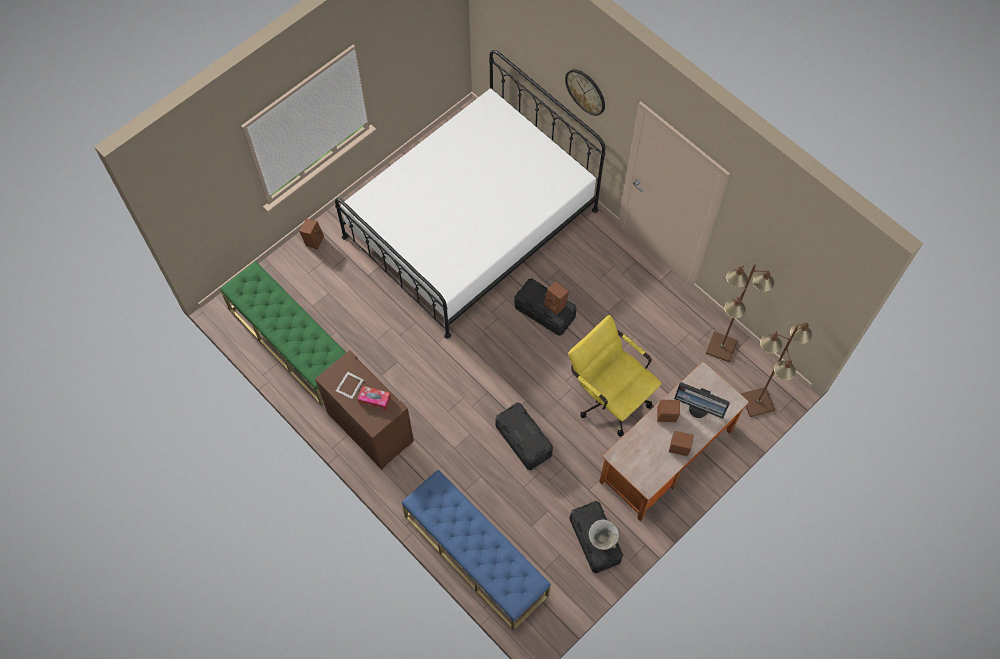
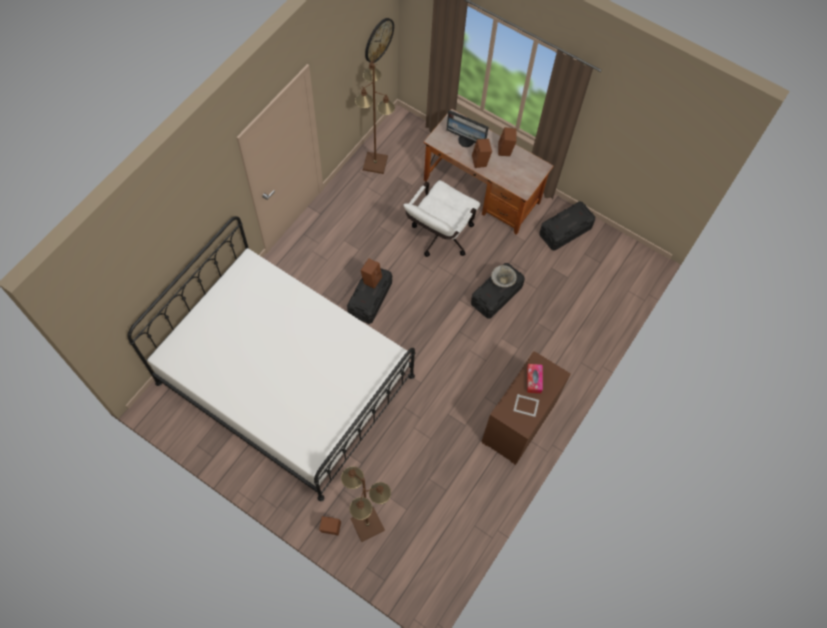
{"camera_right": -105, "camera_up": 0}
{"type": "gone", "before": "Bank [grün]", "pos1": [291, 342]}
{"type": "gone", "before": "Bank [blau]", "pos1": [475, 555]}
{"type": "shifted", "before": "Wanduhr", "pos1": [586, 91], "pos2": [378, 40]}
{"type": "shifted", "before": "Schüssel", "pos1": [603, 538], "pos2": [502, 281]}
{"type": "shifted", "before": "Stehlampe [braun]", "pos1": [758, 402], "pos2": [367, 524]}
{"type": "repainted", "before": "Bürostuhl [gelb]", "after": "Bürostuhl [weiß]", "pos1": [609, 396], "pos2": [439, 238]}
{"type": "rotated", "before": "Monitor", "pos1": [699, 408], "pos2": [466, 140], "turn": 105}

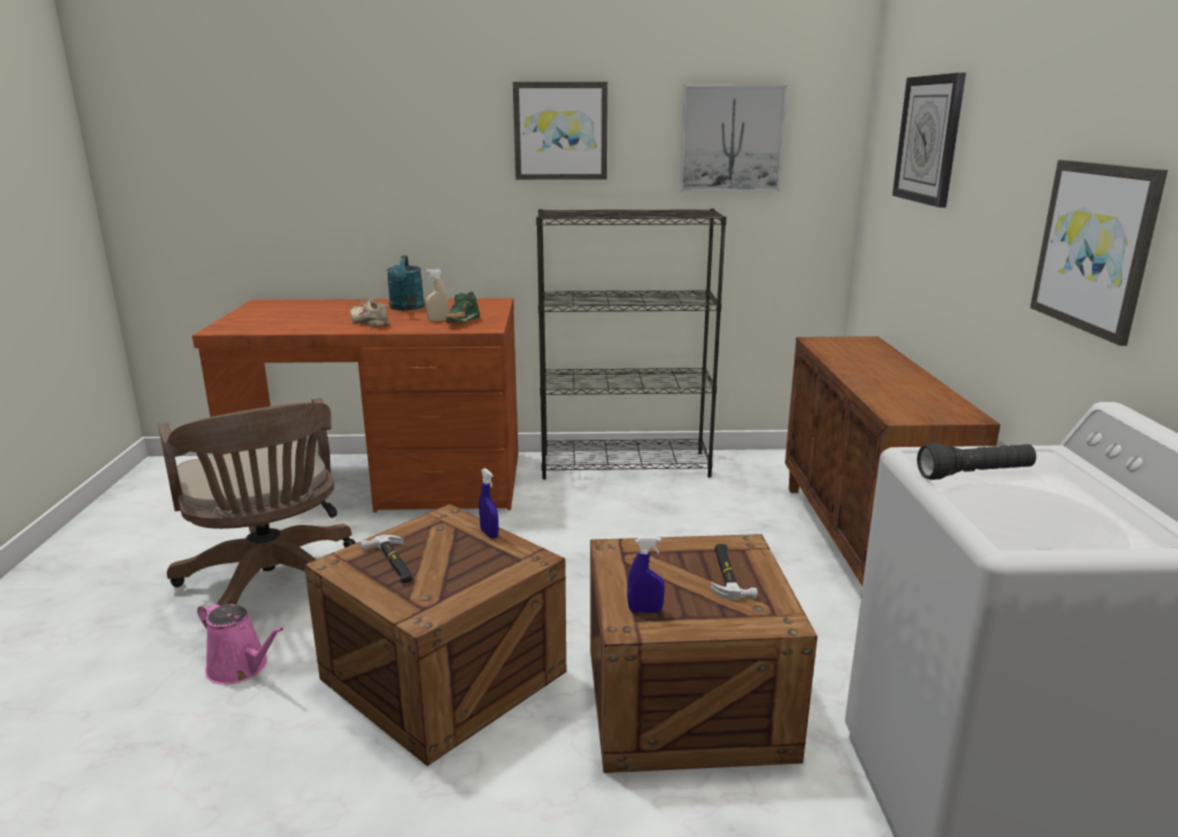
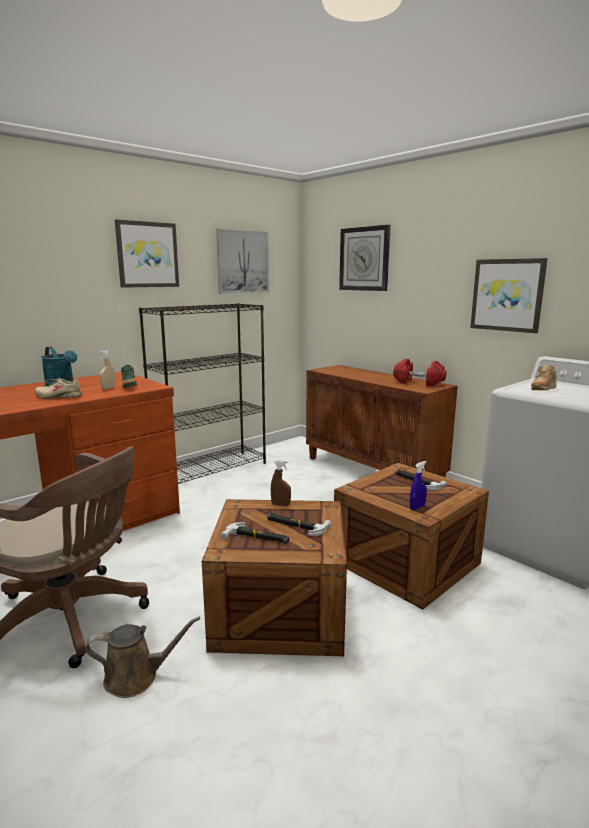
{"camera_right": -40, "camera_up": -5}
{"type": "new", "after": "Hammer", "pos2": [296, 525]}
{"type": "new", "after": "Hantel [rot]", "pos2": [418, 383]}
{"type": "swapped", "before": "Taschenlampe [schwarz]", "after": "Schuh [beige]", "pos1": [975, 475], "pos2": [542, 390]}
{"type": "repainted", "before": "Gießkanne [rosa]", "after": "Gießkanne [braun]", "pos1": [241, 668], "pos2": [136, 677]}
{"type": "repainted", "before": "Sprühflasche [blau]", "after": "Sprühflasche [braun]", "pos1": [489, 534], "pos2": [280, 504]}

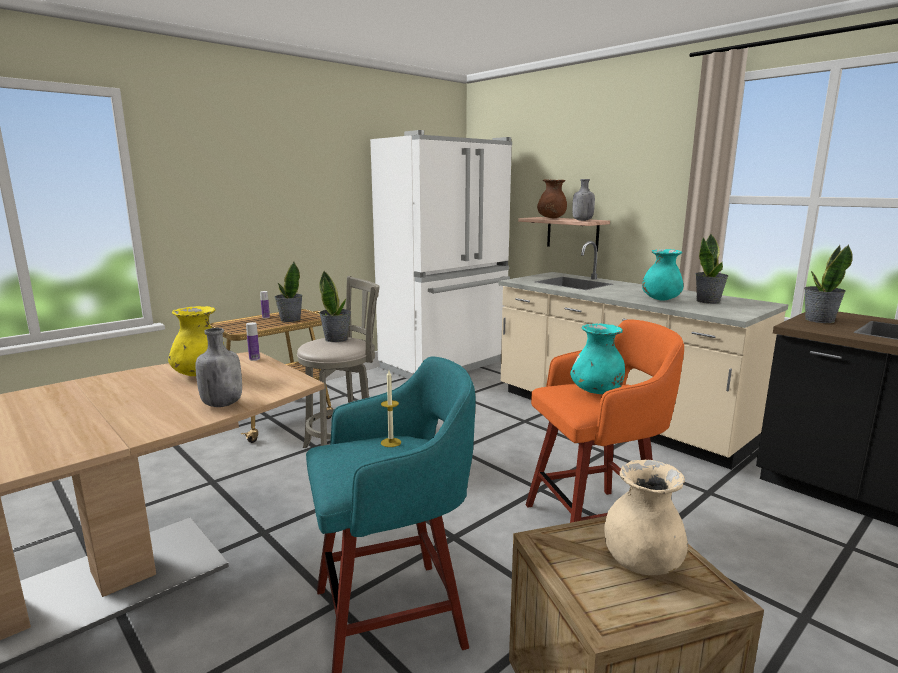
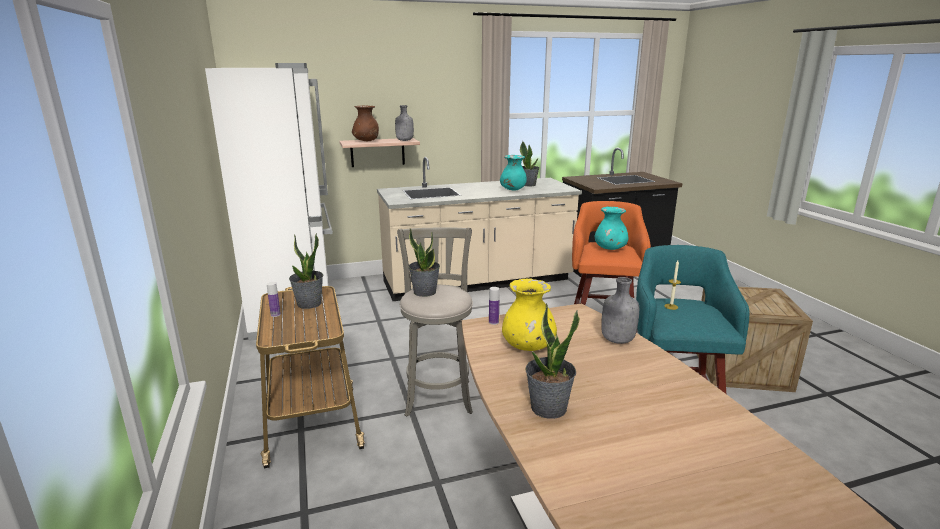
{"camera_right": -65, "camera_up": 5}
{"type": "gone", "before": "Vase [beige]", "pos1": [642, 563]}
{"type": "shifted", "before": "Topfpflanze", "pos1": [819, 320], "pos2": [548, 408]}

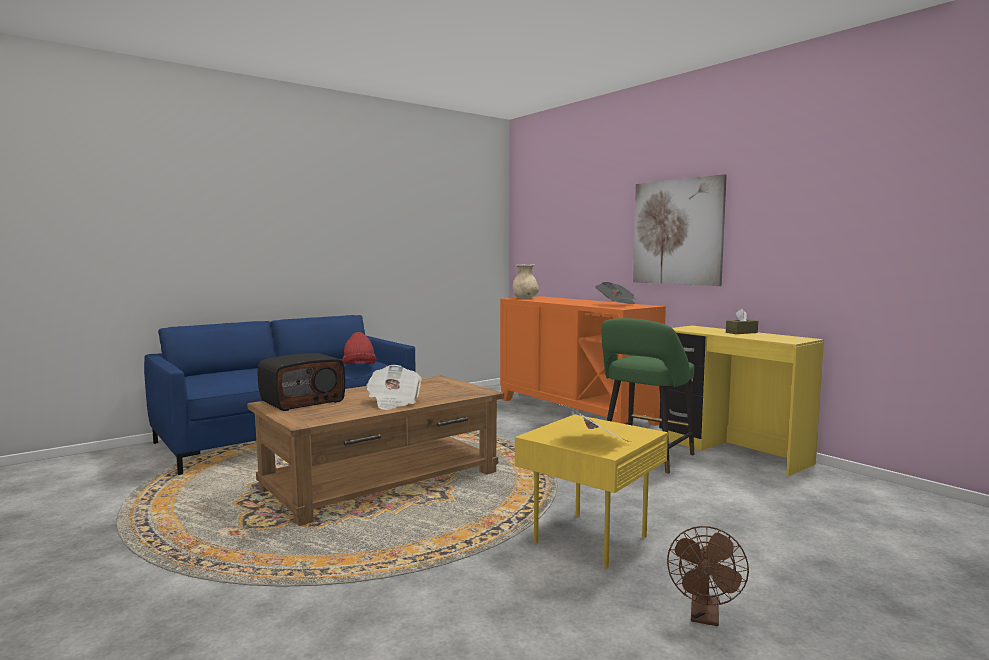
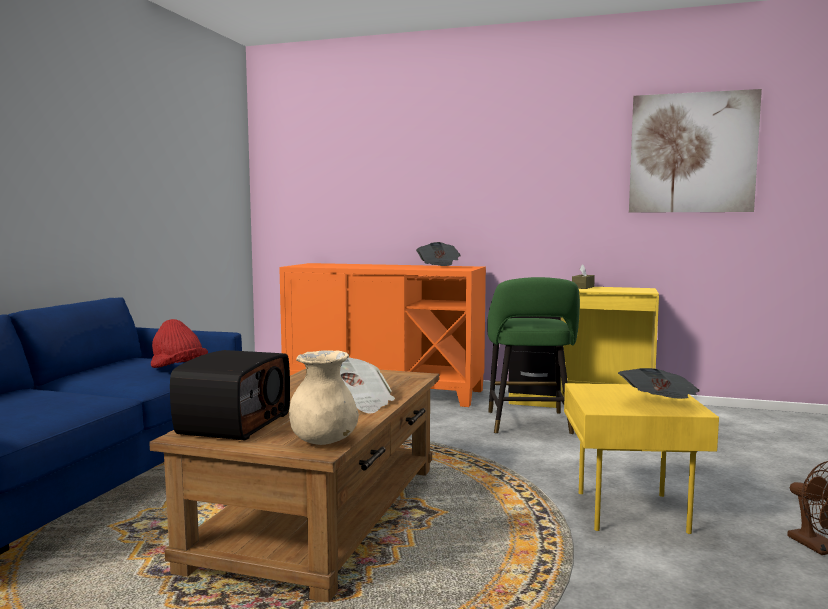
{"camera_right": -35, "camera_up": 0}
{"type": "shifted", "before": "Vase [beige]", "pos1": [525, 298], "pos2": [324, 441]}
{"type": "shifted", "before": "Bild", "pos1": [677, 232], "pos2": [692, 153]}

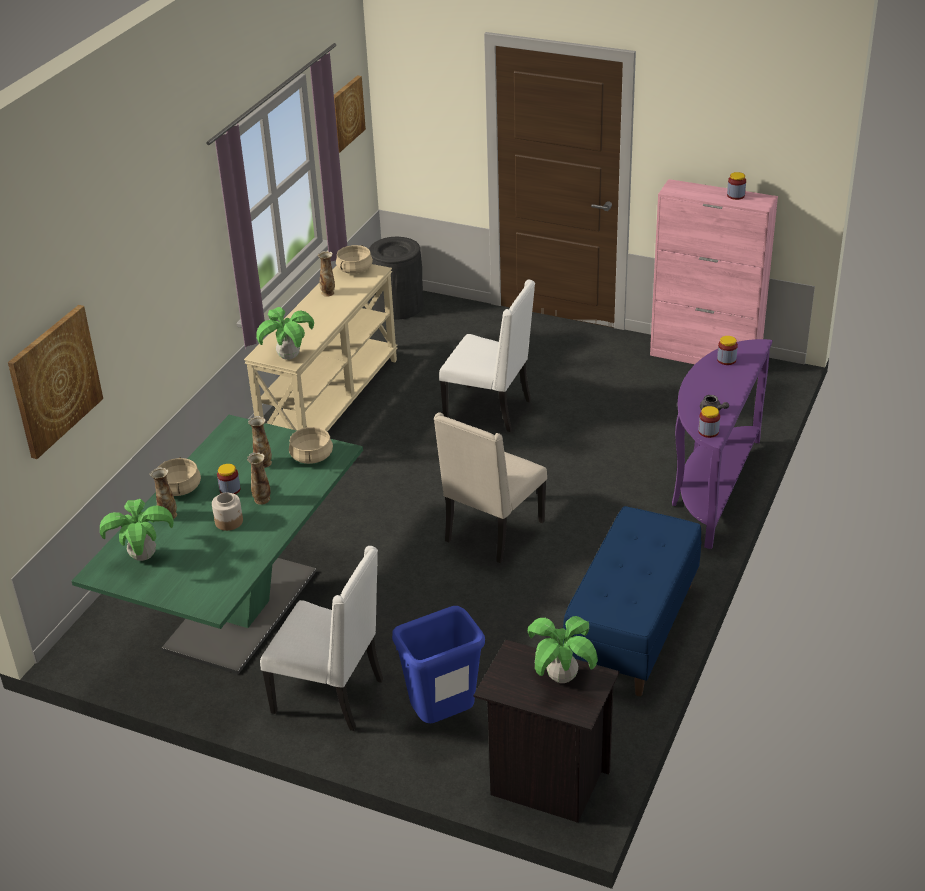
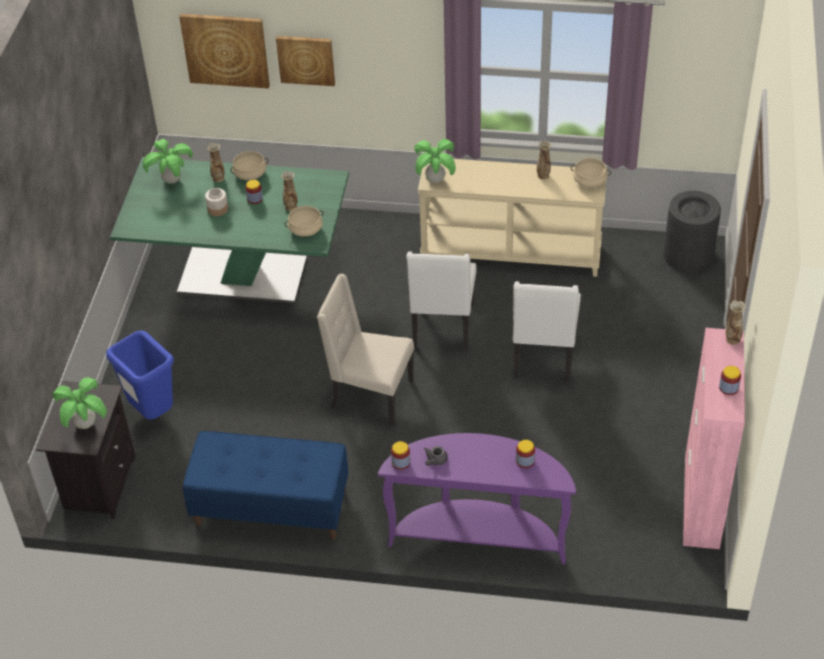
{"camera_right": 75, "camera_up": 10}
{"type": "shifted", "before": "Vase", "pos1": [262, 500], "pos2": [732, 339]}
{"type": "shifted", "before": "Stuhl [weiß]", "pos1": [331, 695], "pos2": [442, 326]}
{"type": "shifted", "before": "Bild", "pos1": [346, 113], "pos2": [306, 59]}

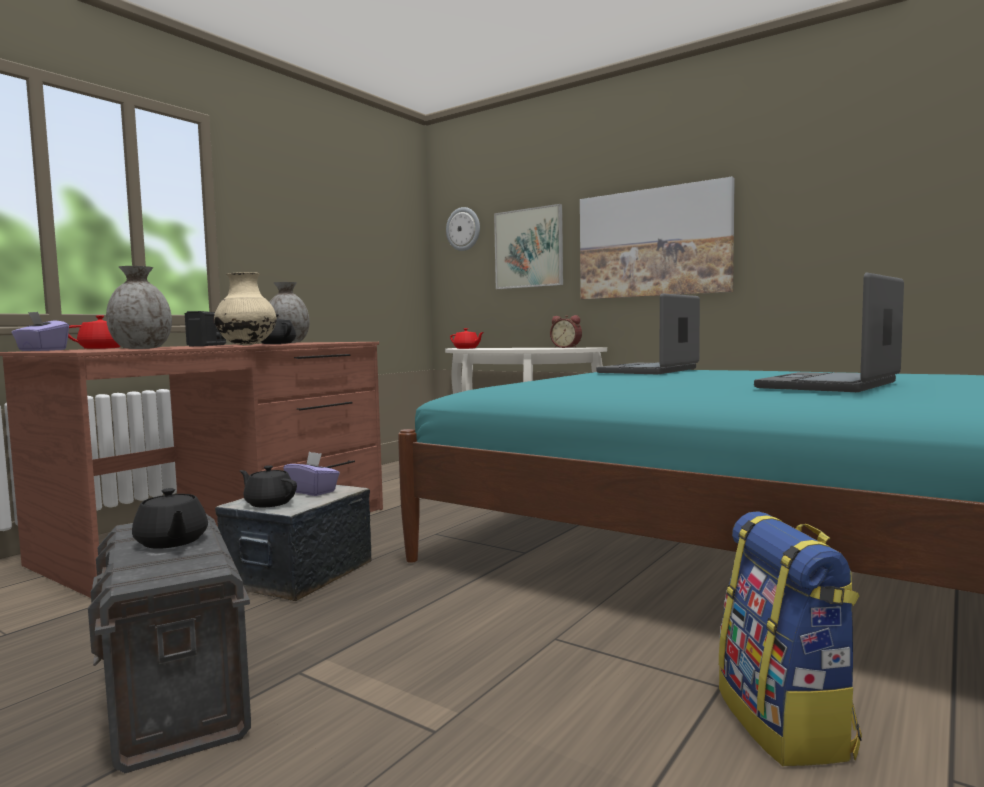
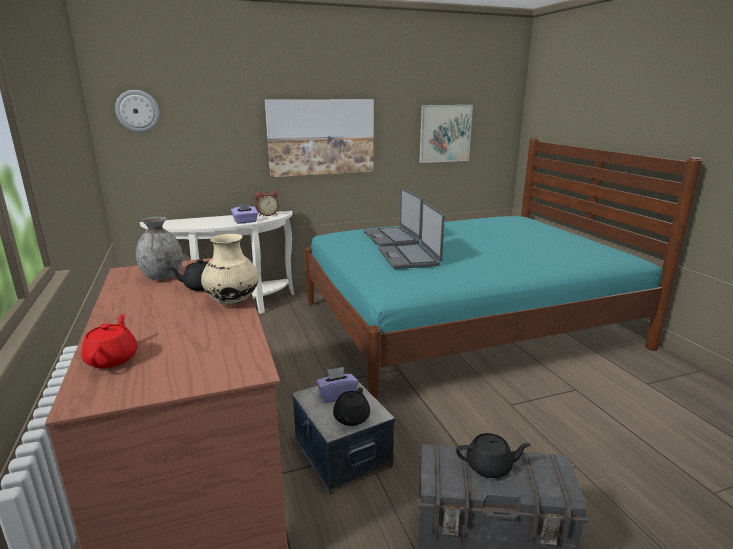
{"camera_right": -55, "camera_up": 15}
{"type": "gone", "before": "Vase [grau]", "pos1": [141, 348]}
{"type": "gone", "before": "Radio", "pos1": [208, 345]}
{"type": "gone", "before": "Teekanne [rot]", "pos1": [466, 348]}
{"type": "gone", "before": "Rucksack", "pos1": [786, 723]}
{"type": "shifted", "before": "Taschentuchbox [lila]", "pos1": [41, 350], "pos2": [245, 221]}
{"type": "shifted", "before": "Bild", "pos1": [528, 248], "pos2": [445, 133]}
{"type": "shifted", "before": "Laptop", "pos1": [830, 385], "pos2": [409, 257]}
{"type": "rotated", "before": "Teekanne [schwarz]", "pos1": [269, 503], "pos2": [351, 418], "turn": -45}

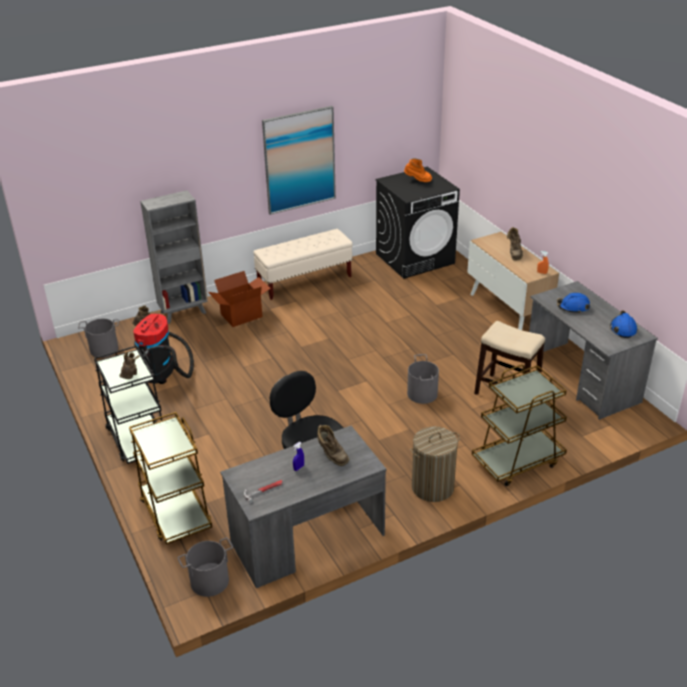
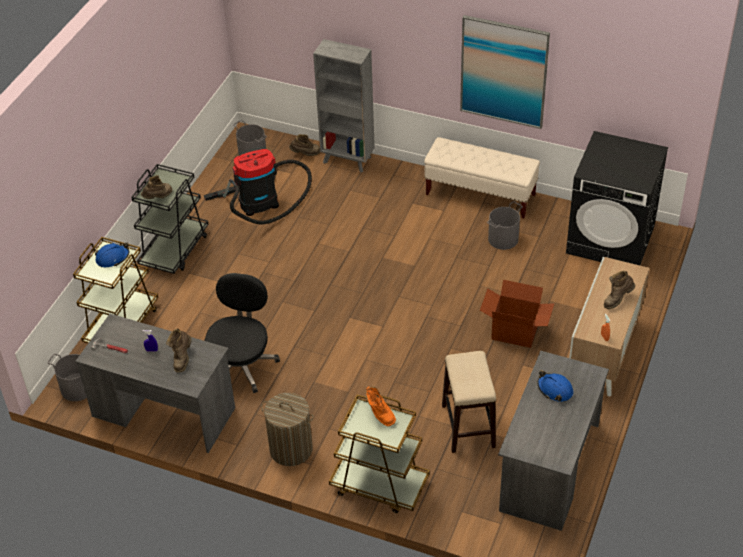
{"camera_right": 50, "camera_up": 10}
{"type": "shifted", "before": "Karton", "pos1": [241, 315], "pos2": [515, 331]}
{"type": "shifted", "before": "Stiefel [orange]", "pos1": [417, 180], "pos2": [379, 413]}
{"type": "shifted", "before": "Eimer [grau]", "pos1": [422, 394], "pos2": [503, 239]}
{"type": "shifted", "before": "Schutzhelm [blau]", "pos1": [623, 329], "pos2": [112, 258]}

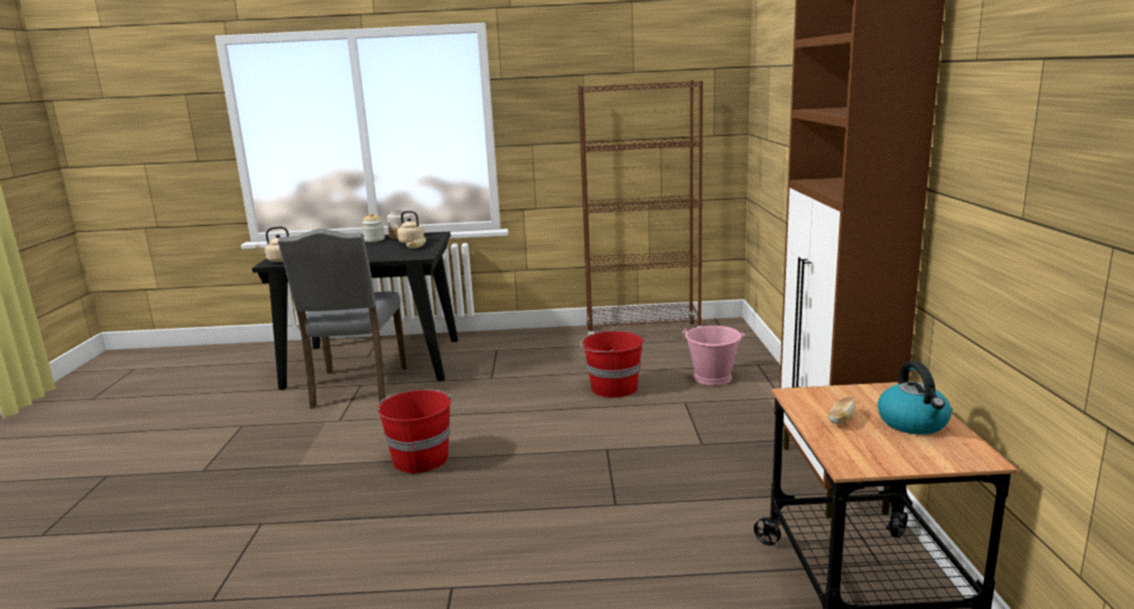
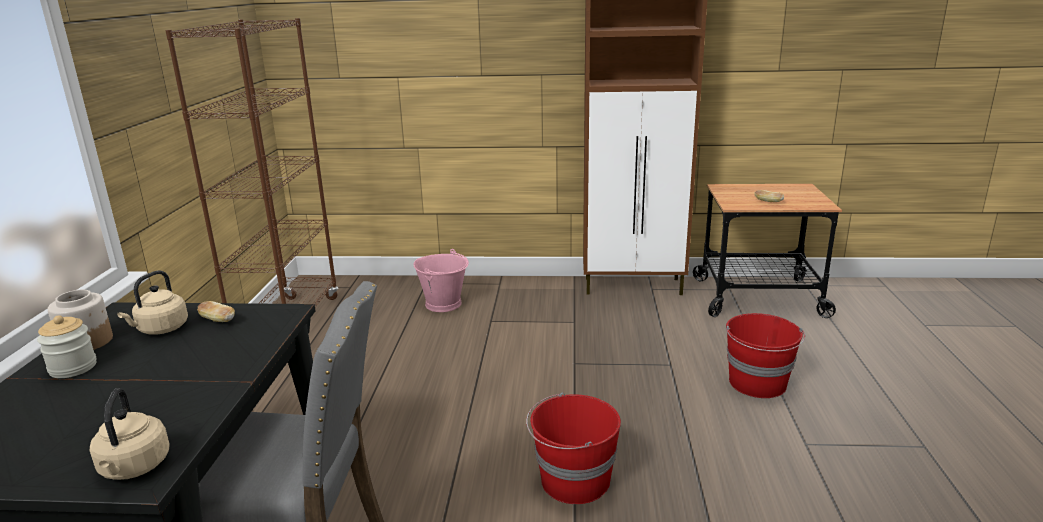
{"camera_right": -85, "camera_up": 5}
{"type": "gone", "before": "Wasserkessel", "pos1": [913, 423]}
{"type": "shifted", "before": "Eimer [rot]", "pos1": [613, 388], "pos2": [758, 383]}

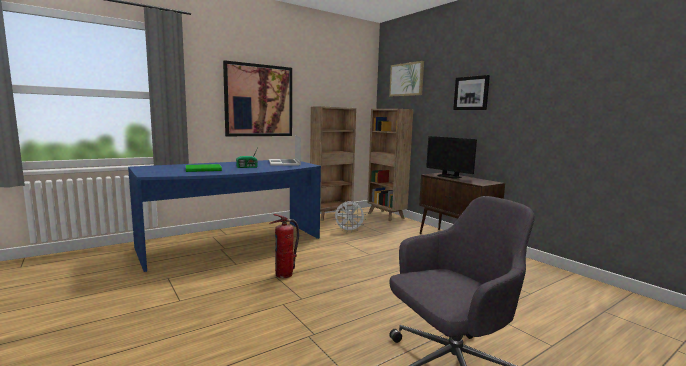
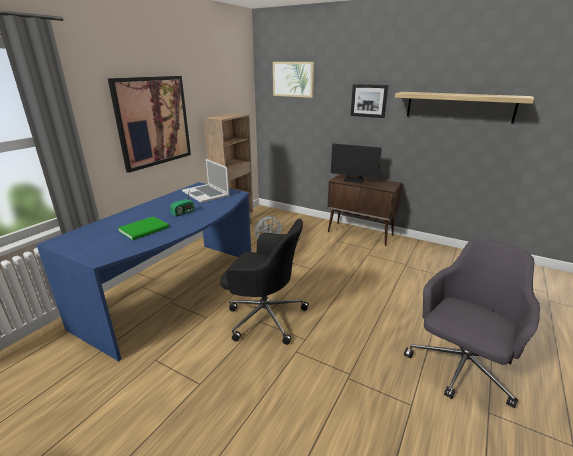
{"camera_right": -25, "camera_up": 15}
{"type": "gone", "before": "Bücherregal [braun]", "pos1": [386, 216]}
{"type": "new", "after": "Wandregal", "pos2": [459, 106]}
{"type": "swapped", "before": "Feuerlöscher", "after": "Bürostuhl [schwarz]", "pos1": [284, 274], "pos2": [264, 316]}

